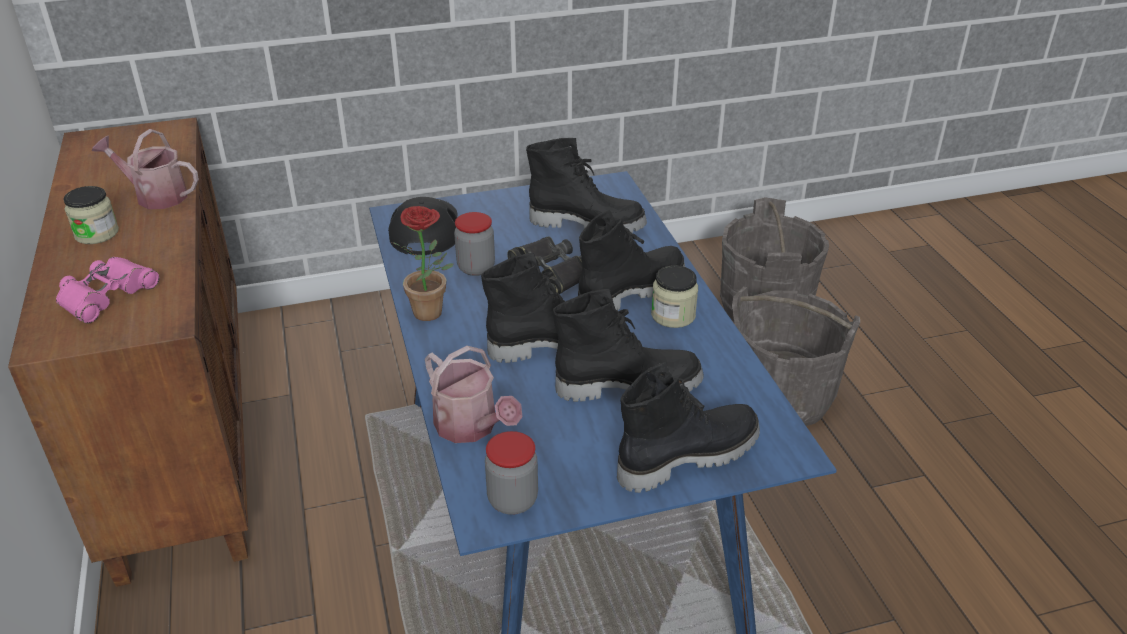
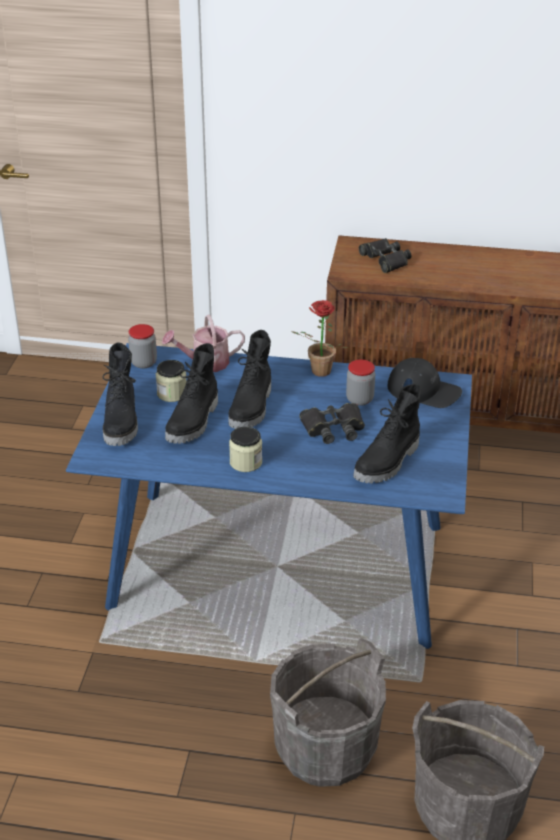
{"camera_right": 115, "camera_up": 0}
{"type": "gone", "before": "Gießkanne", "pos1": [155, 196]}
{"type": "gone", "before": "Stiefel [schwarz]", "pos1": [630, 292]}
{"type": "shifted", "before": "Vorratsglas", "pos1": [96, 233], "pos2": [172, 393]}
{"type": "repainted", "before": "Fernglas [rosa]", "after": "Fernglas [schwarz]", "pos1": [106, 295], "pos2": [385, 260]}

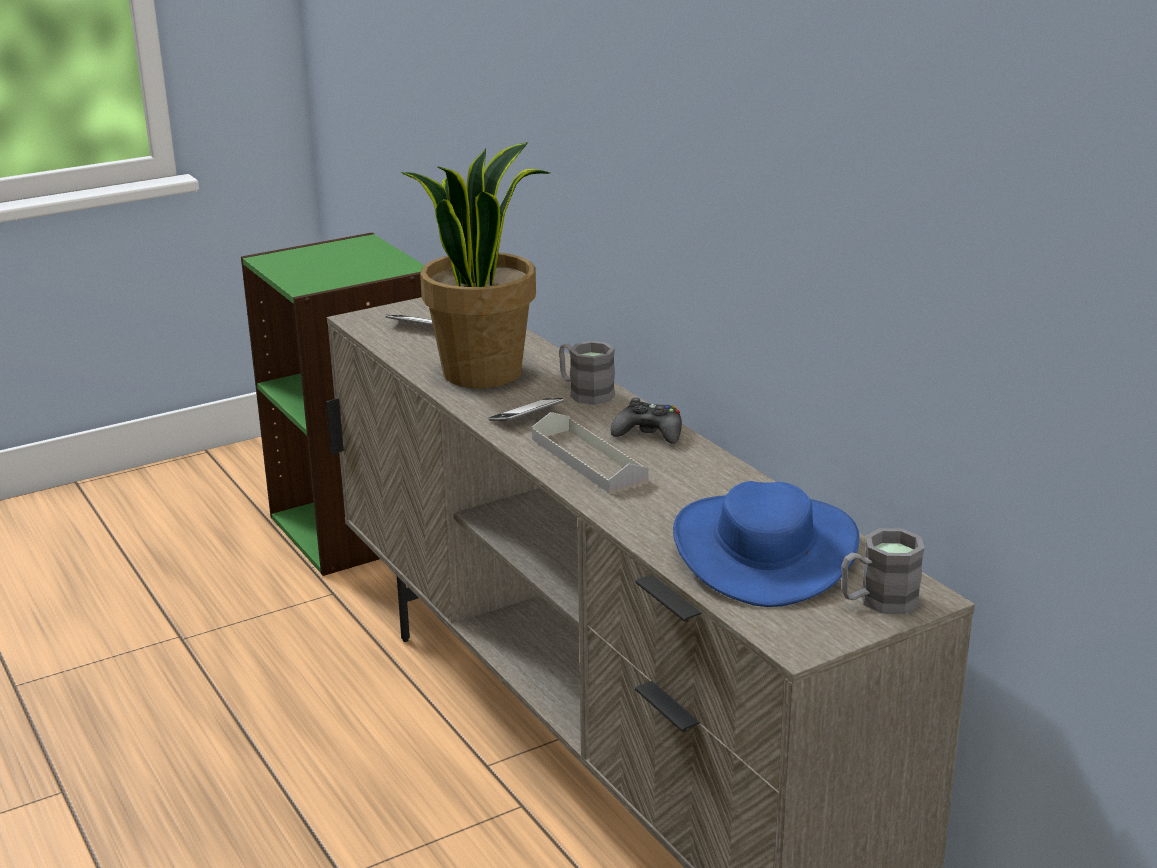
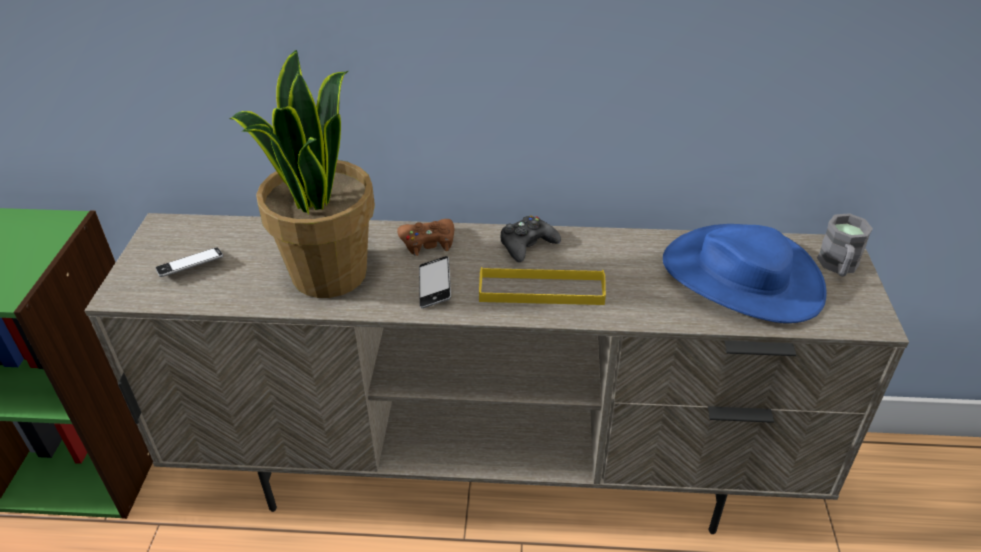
{"camera_right": -55, "camera_up": 15}
{"type": "swapped", "before": "Henkelbecher [grau]", "after": "Gamepad [braun]", "pos1": [585, 393], "pos2": [428, 242]}
{"type": "repainted", "before": "Tablett [grau]", "after": "Tablett [gelb]", "pos1": [588, 460], "pos2": [541, 290]}

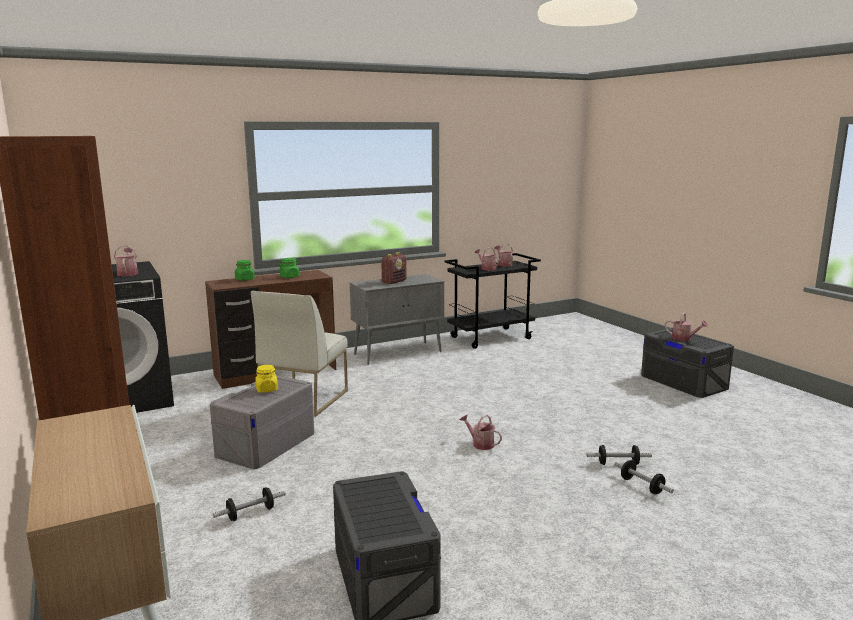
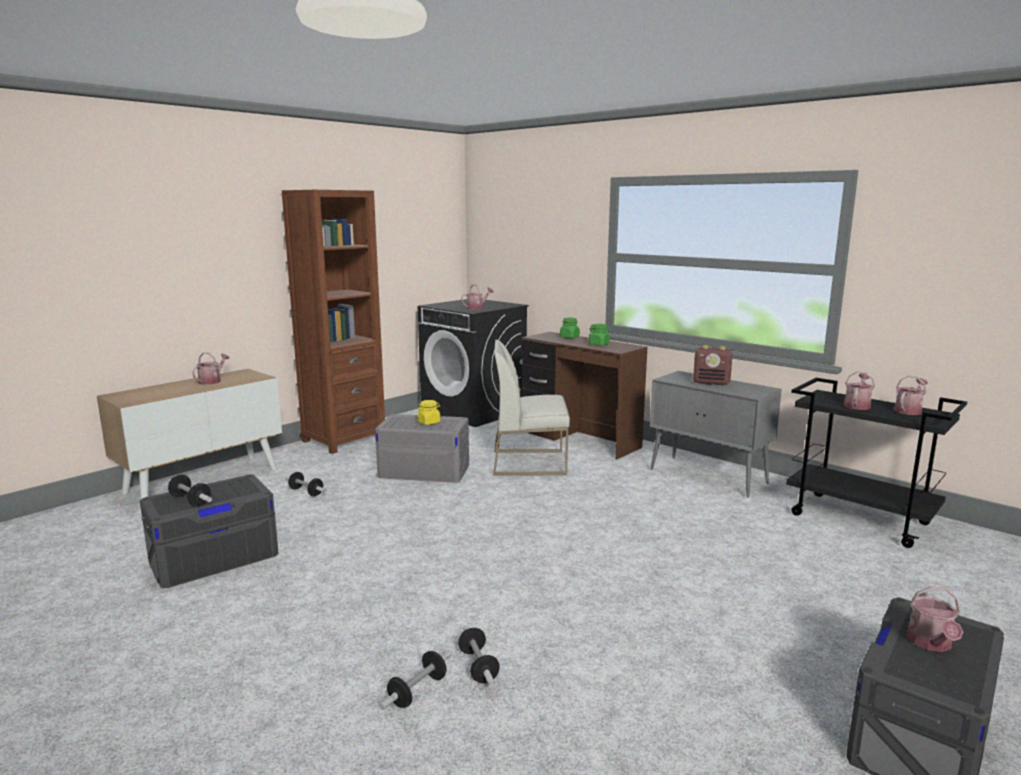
{"camera_right": 70, "camera_up": 0}
{"type": "new", "after": "Hantel", "pos2": [190, 501]}
{"type": "shifted", "before": "Gießkanne", "pos1": [480, 444], "pos2": [212, 381]}

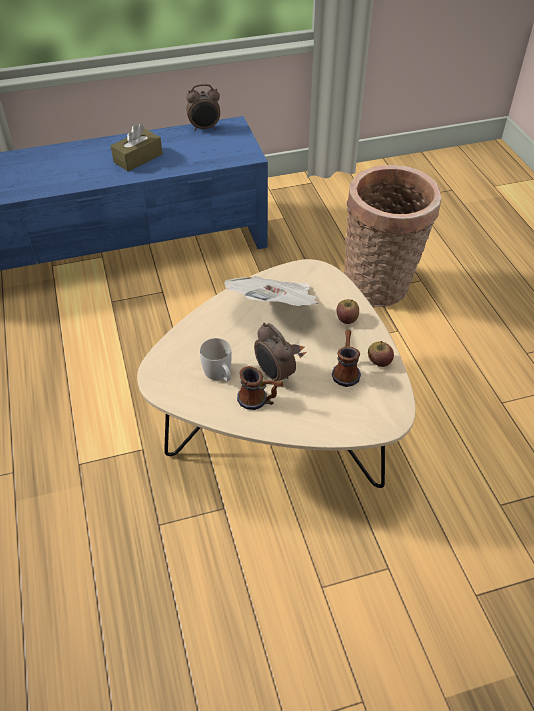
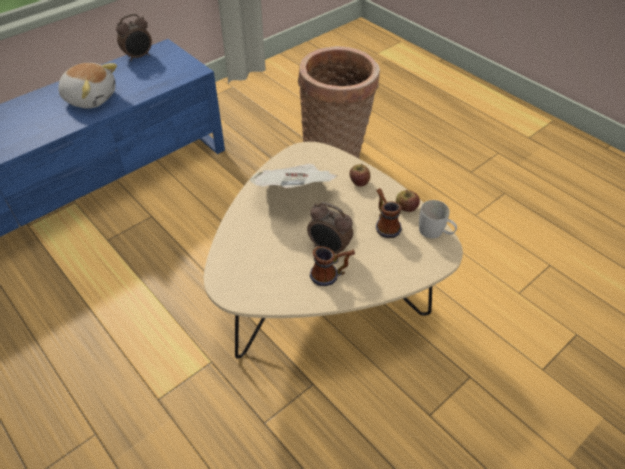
{"camera_right": -25, "camera_up": 0}
{"type": "shifted", "before": "Henkelbecher [weiß]", "pos1": [220, 375], "pos2": [435, 232]}
{"type": "swapped", "before": "Taschentuchbox [braun]", "after": "Plüschtier", "pos1": [138, 158], "pos2": [91, 98]}

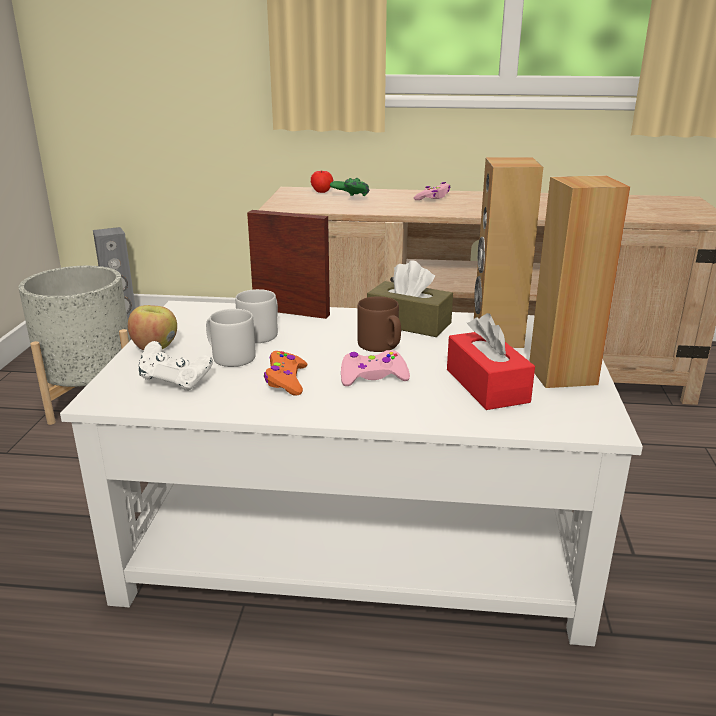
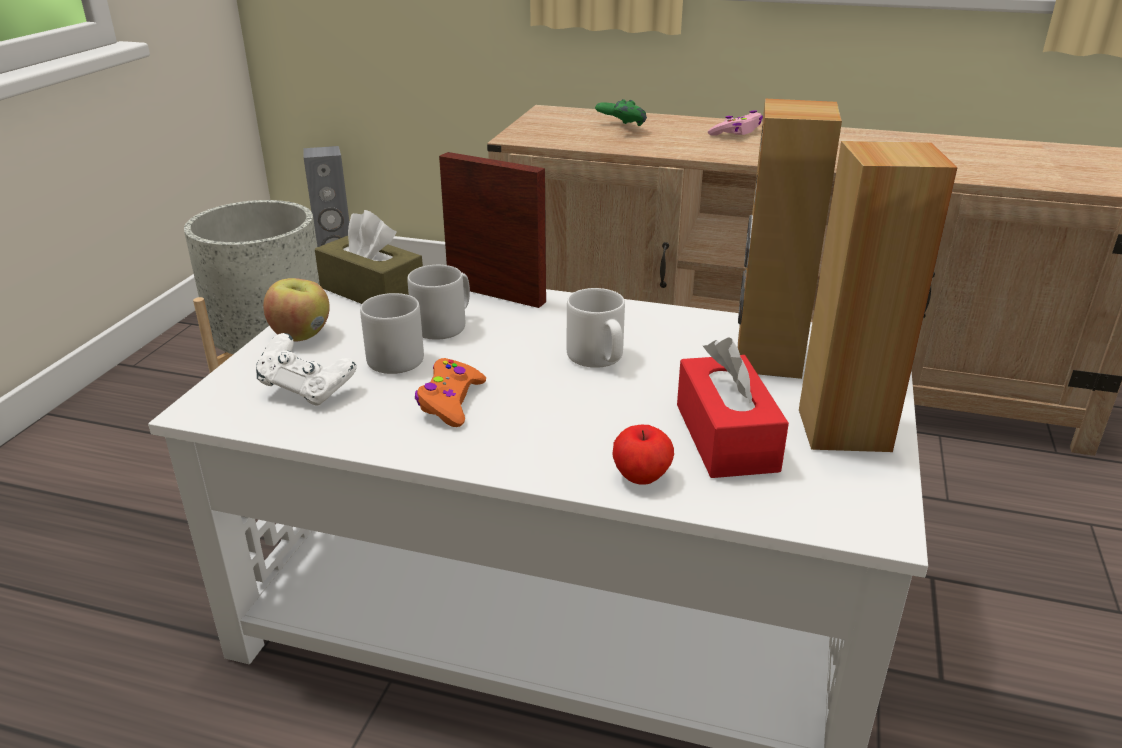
{"camera_right": 10, "camera_up": 5}
{"type": "gone", "before": "Gamepad [rosa]", "pos1": [372, 377]}
{"type": "shifted", "before": "Apfel", "pos1": [322, 191], "pos2": [641, 476]}
{"type": "shifted", "before": "Taschentuchbox [braun]", "pos1": [409, 323], "pos2": [372, 291]}
{"type": "repainted", "before": "Henkelbecher [braun]", "after": "Henkelbecher [weiß]", "pos1": [381, 346], "pos2": [598, 358]}

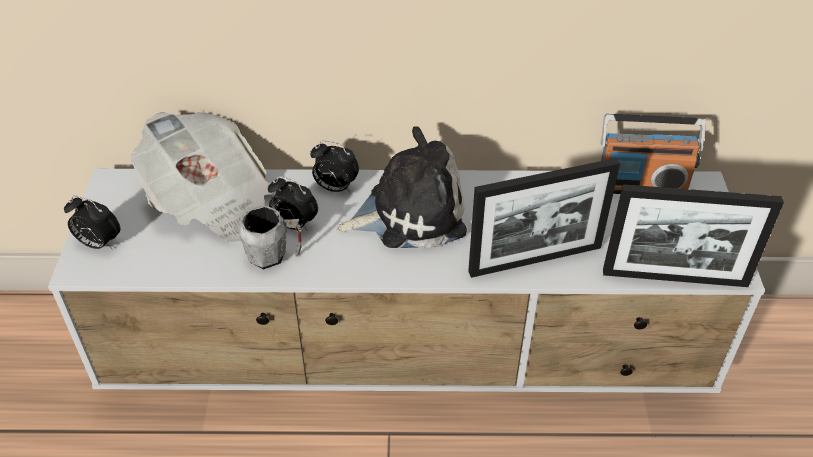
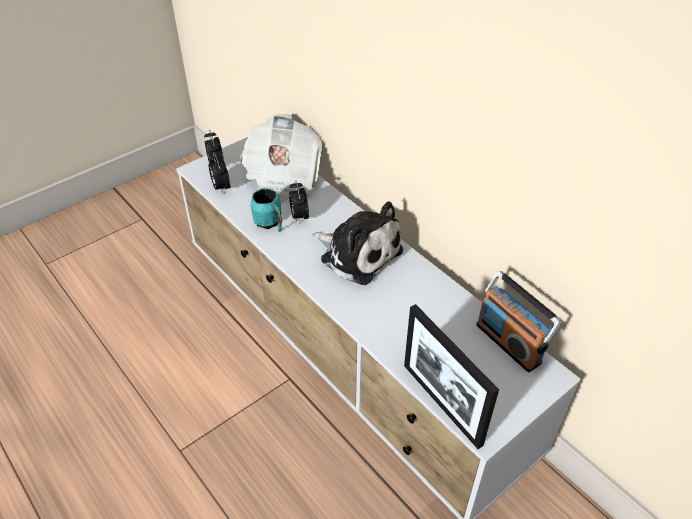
{"camera_right": 50, "camera_up": 0}
{"type": "gone", "before": "Bilderrahmen", "pos1": [535, 260]}
{"type": "shifted", "before": "Wecker", "pos1": [335, 188], "pos2": [221, 187]}
{"type": "repainted", "before": "Henkelbecher [grau]", "after": "Henkelbecher [türkis]", "pos1": [274, 255], "pos2": [270, 223]}

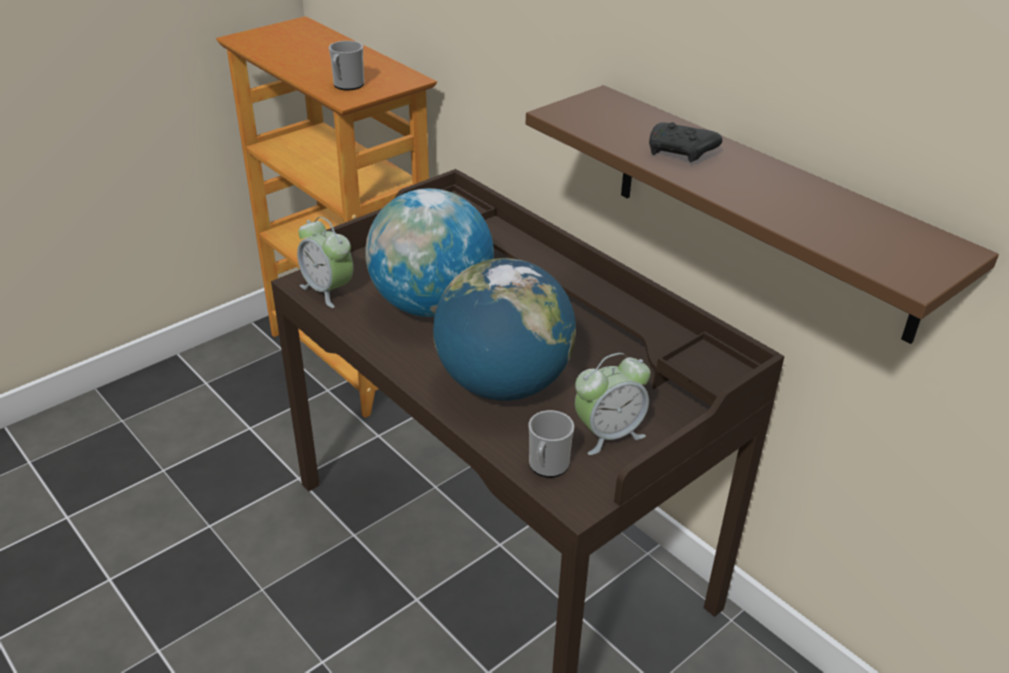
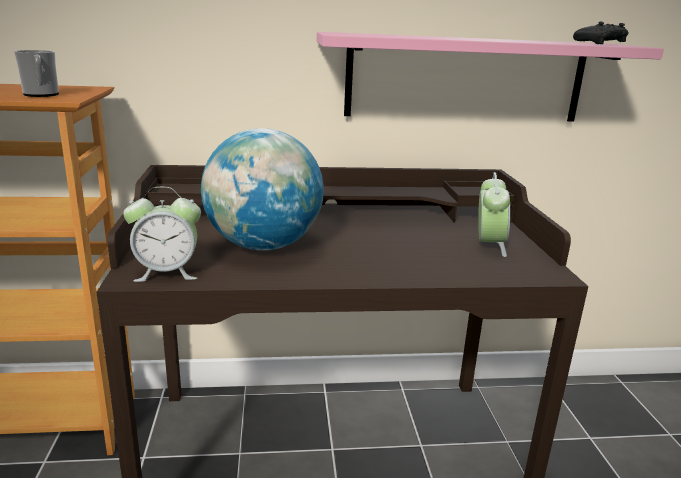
{"camera_right": -55, "camera_up": -15}
{"type": "gone", "before": "Globus", "pos1": [503, 384]}
{"type": "gone", "before": "Henkelbecher", "pos1": [547, 467]}
{"type": "shifted", "before": "Gamepad [schwarz]", "pos1": [681, 153], "pos2": [601, 44]}
{"type": "repainted", "before": "Wandregal [braun]", "after": "Wandregal [rosa]", "pos1": [762, 210], "pos2": [465, 79]}

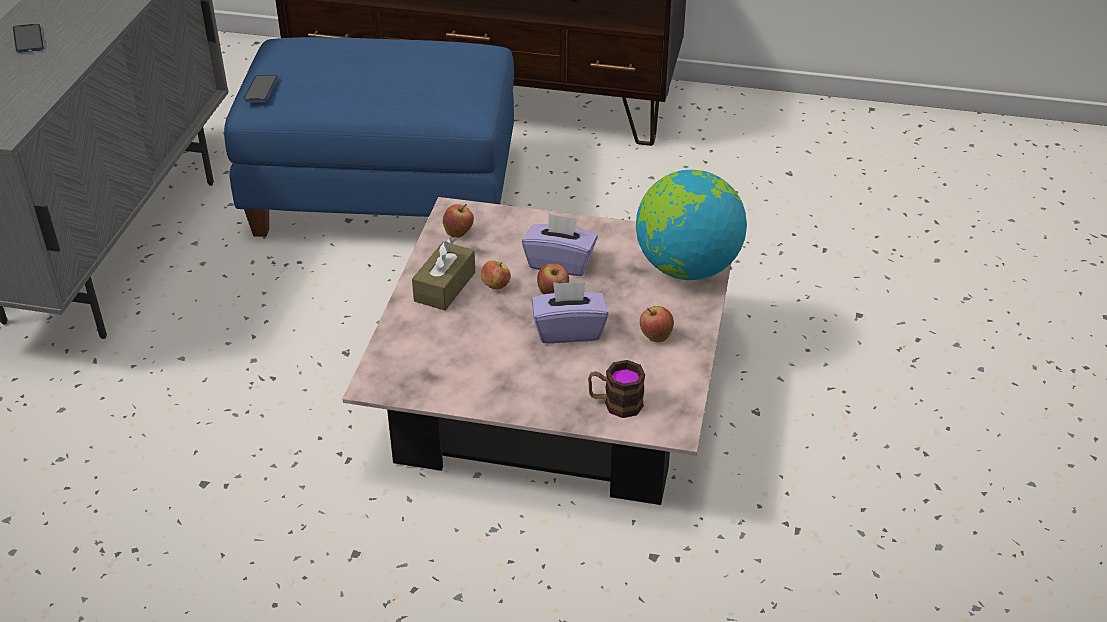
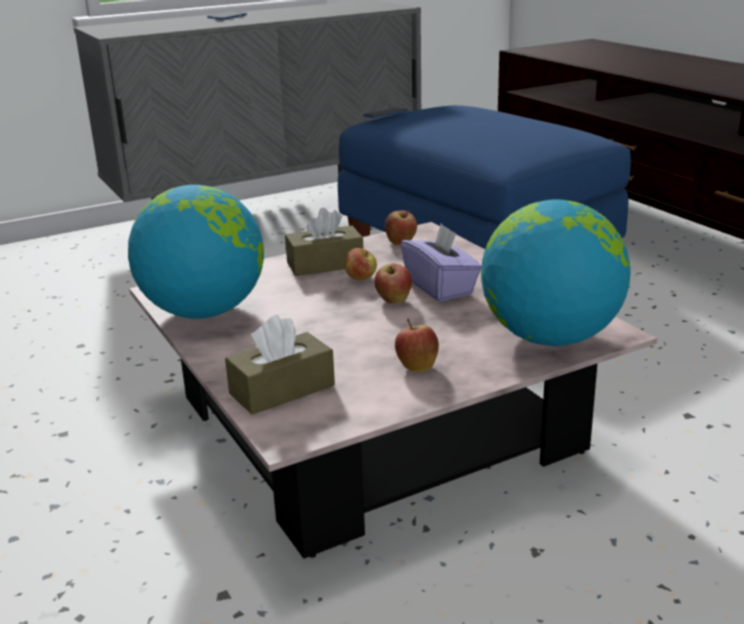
{"camera_right": 50, "camera_up": -15}
{"type": "gone", "before": "Taschentuchbox [lila]", "pos1": [569, 330]}
{"type": "new", "after": "Globus", "pos2": [204, 311]}
{"type": "swapped", "before": "Henkelbecher", "after": "Taschentuchbox [braun]", "pos1": [615, 403], "pos2": [282, 389]}

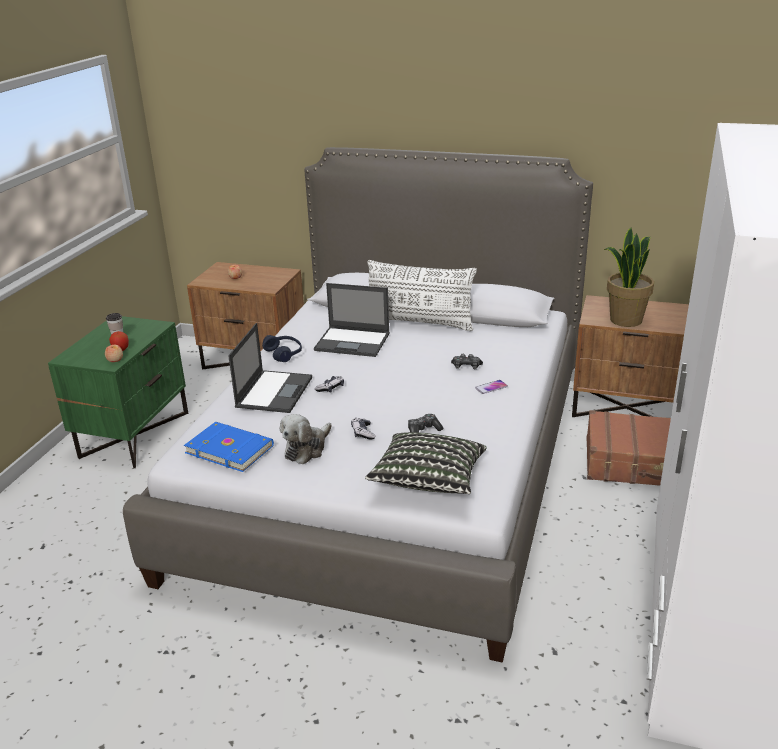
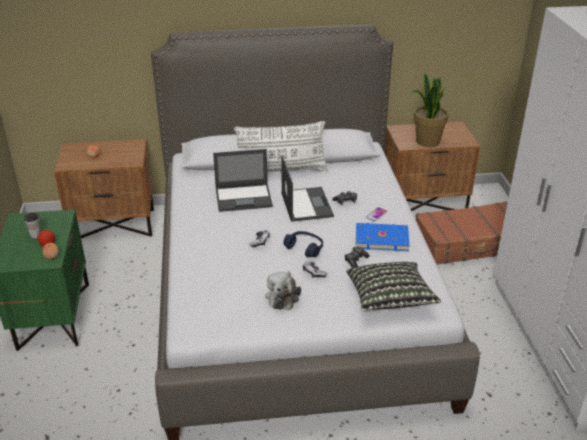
{"camera_right": -25, "camera_up": 5}
{"type": "shifted", "before": "Buch [blau]", "pos1": [230, 448], "pos2": [381, 238]}
{"type": "shifted", "before": "Laptop", "pos1": [274, 391], "pos2": [306, 204]}
{"type": "shifted", "before": "Kopfhörer [blau]", "pos1": [284, 353], "pos2": [304, 248]}

